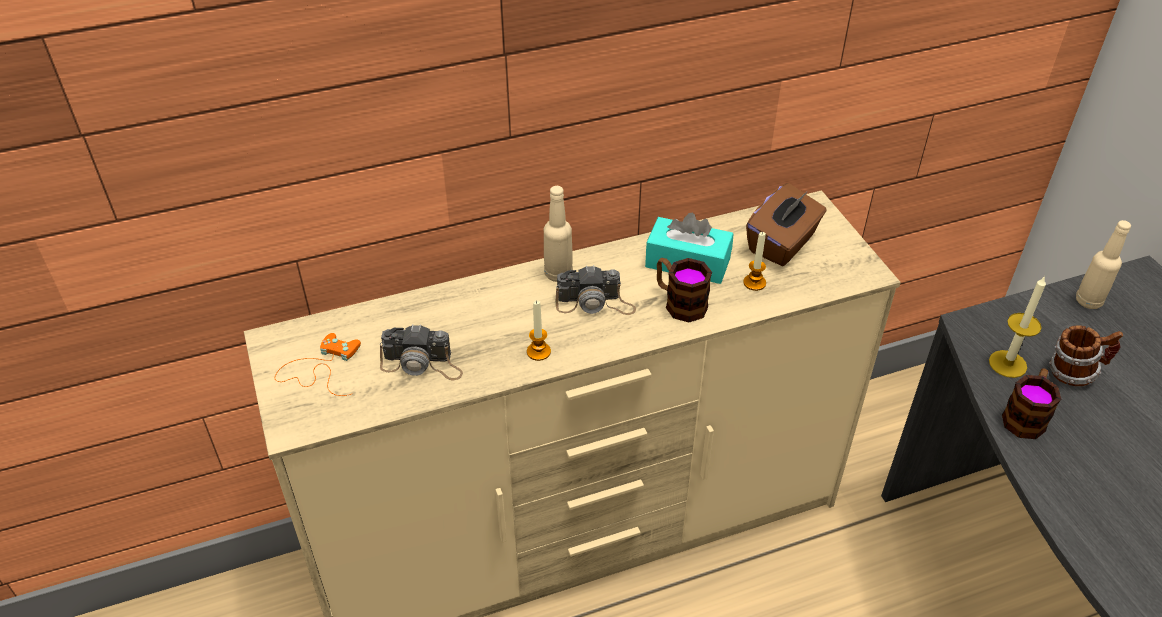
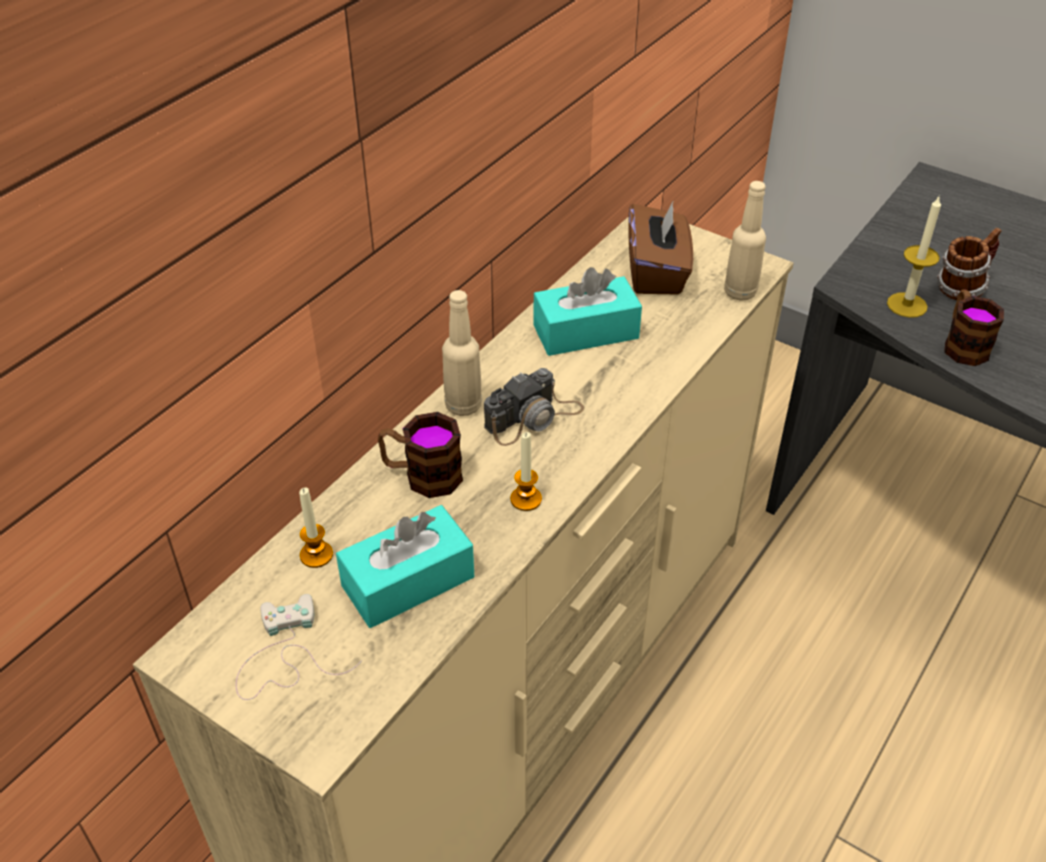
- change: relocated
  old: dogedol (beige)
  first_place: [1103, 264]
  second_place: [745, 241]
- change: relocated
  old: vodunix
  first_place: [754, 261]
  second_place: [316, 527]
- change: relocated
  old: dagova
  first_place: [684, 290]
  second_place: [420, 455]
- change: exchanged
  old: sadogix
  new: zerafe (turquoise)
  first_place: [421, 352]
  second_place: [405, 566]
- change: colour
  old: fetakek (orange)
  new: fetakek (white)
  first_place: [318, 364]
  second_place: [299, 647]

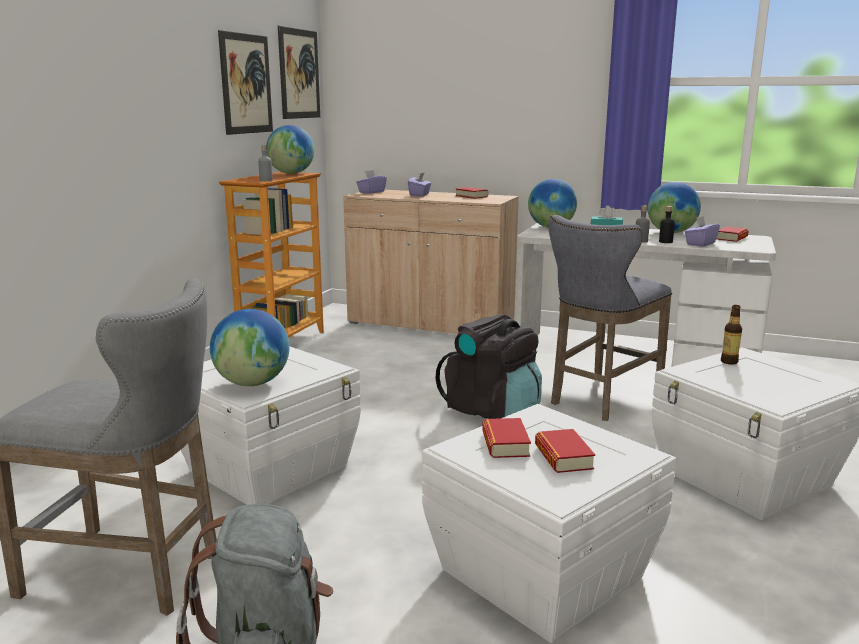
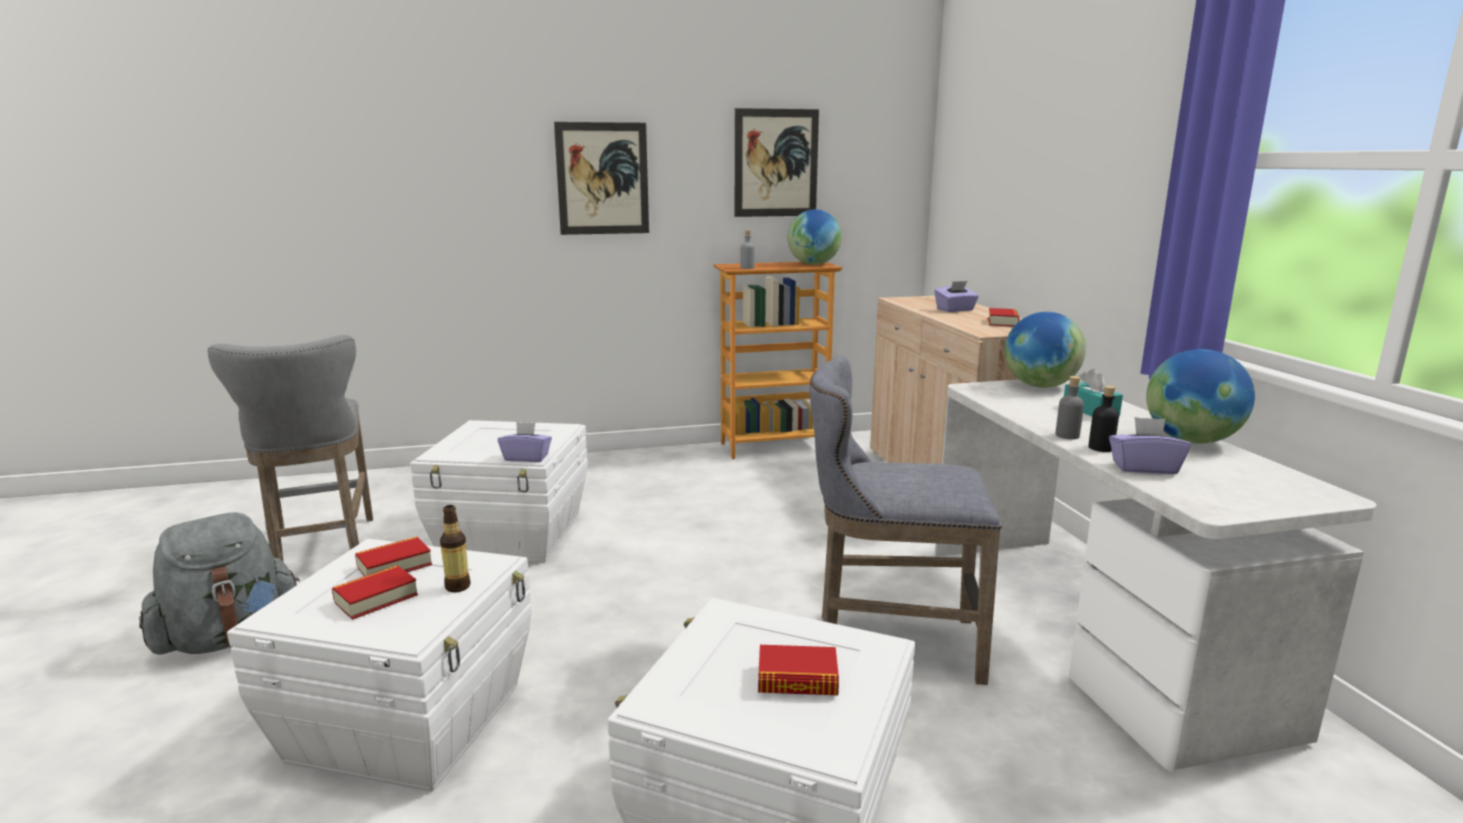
- change: relocated
  old: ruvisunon
  first_place: [299, 72]
  second_place: [601, 178]
- change: relocated
  old: zerafe (purple)
  first_place: [371, 182]
  second_place: [525, 442]
- change: relocated
  old: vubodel
  first_place: [732, 234]
  second_place: [798, 670]
- change: relocated
  old: dogedol
  first_place: [731, 335]
  second_place: [455, 548]
- change: missing
  old: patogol
  first_place: [249, 347]
- change: missing
  old: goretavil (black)
  first_place: [489, 366]

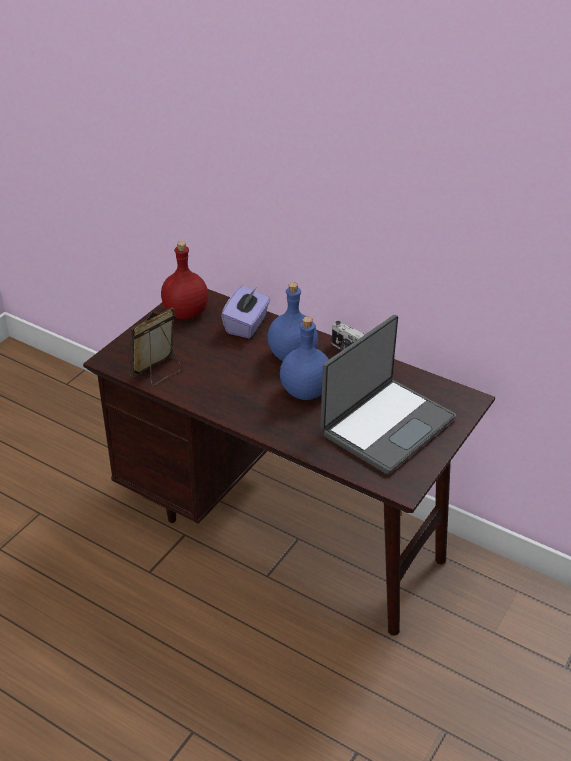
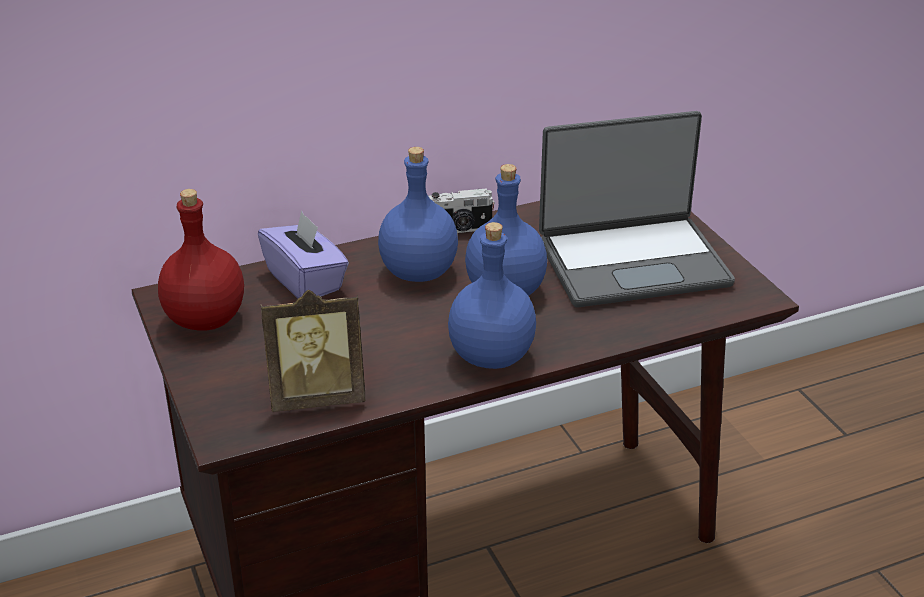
- change: spun
  old: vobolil
  first_place: [156, 347]
  second_place: [313, 351]
  degrees: -90
- change: spun
  old: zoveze
  first_place: [388, 395]
  second_place: [637, 209]
  degrees: 90
- change: appeared
  new: dogedol (blue)
  second_place: [492, 295]

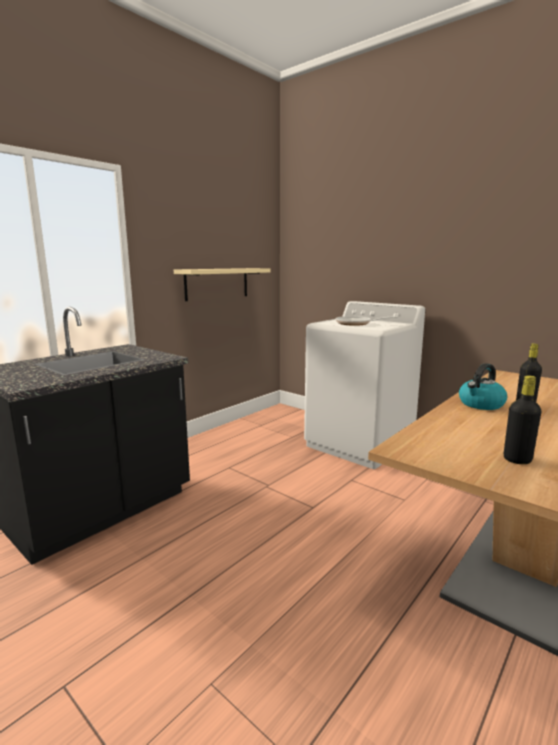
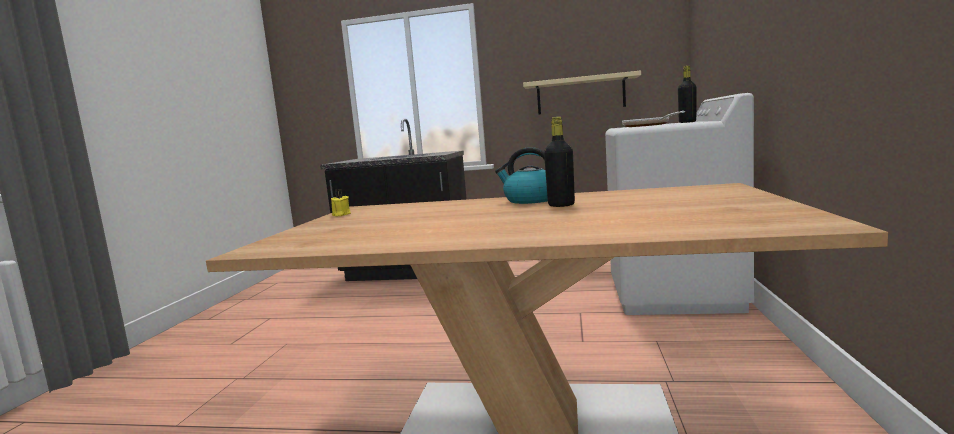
- change: relocated
  old: dogedol (black)
  first_place: [522, 419]
  second_place: [687, 94]
- change: appeared
  new: vodunix (yellow)
  second_place: [341, 203]

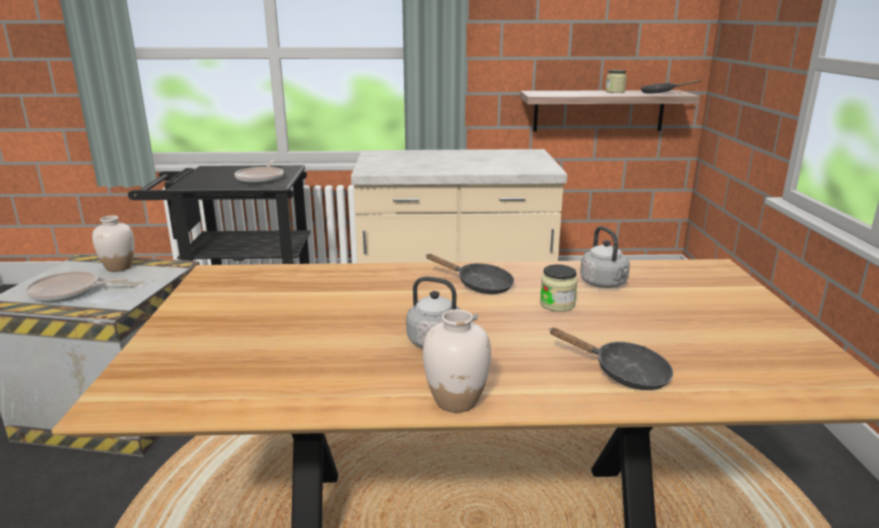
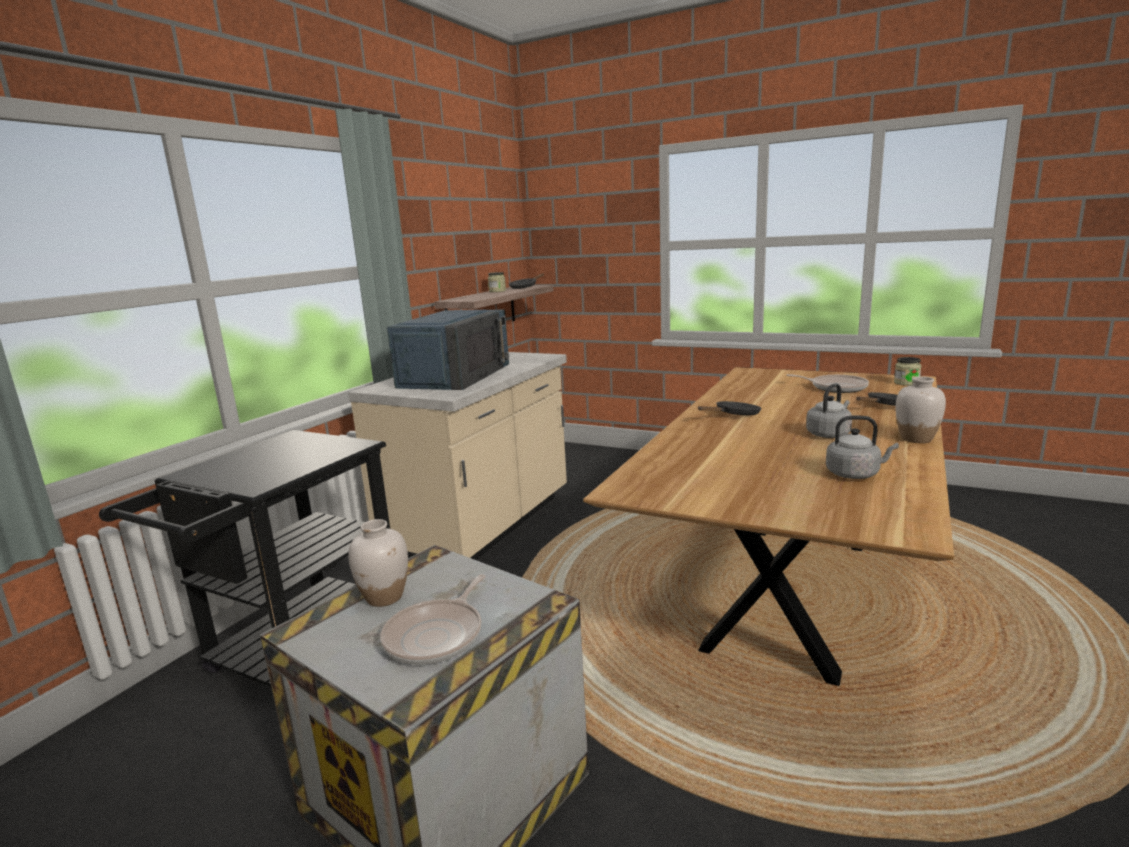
- change: relocated
  old: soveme
  first_place: [258, 171]
  second_place: [827, 383]
- change: relocated
  old: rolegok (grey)
  first_place: [605, 257]
  second_place: [862, 447]
- change: relocated
  old: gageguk
  first_place: [559, 288]
  second_place: [907, 371]
- change: appeared
  new: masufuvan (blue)
  second_place: [448, 350]

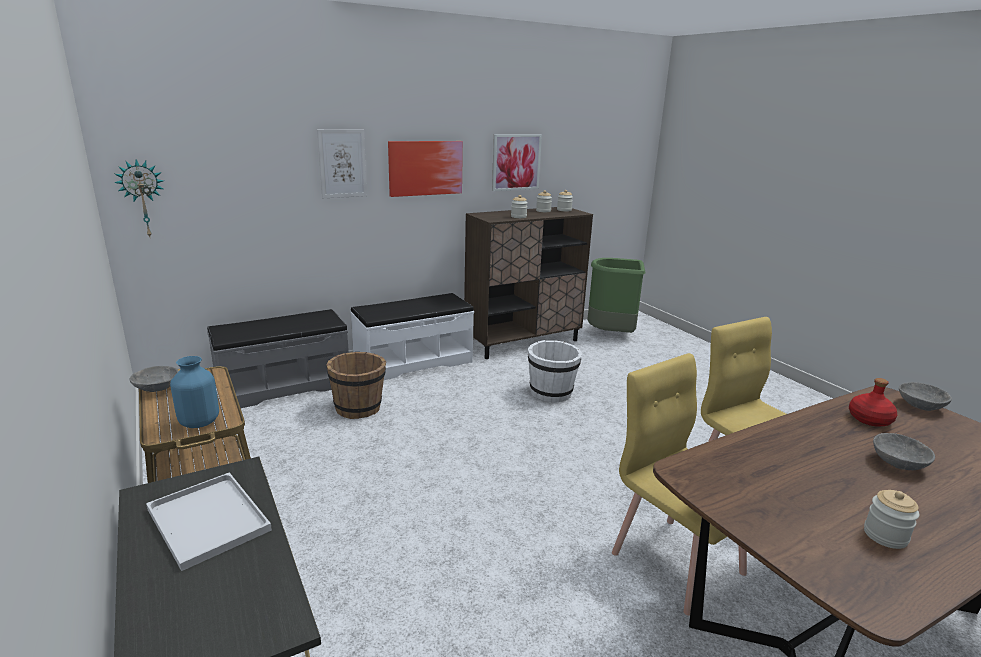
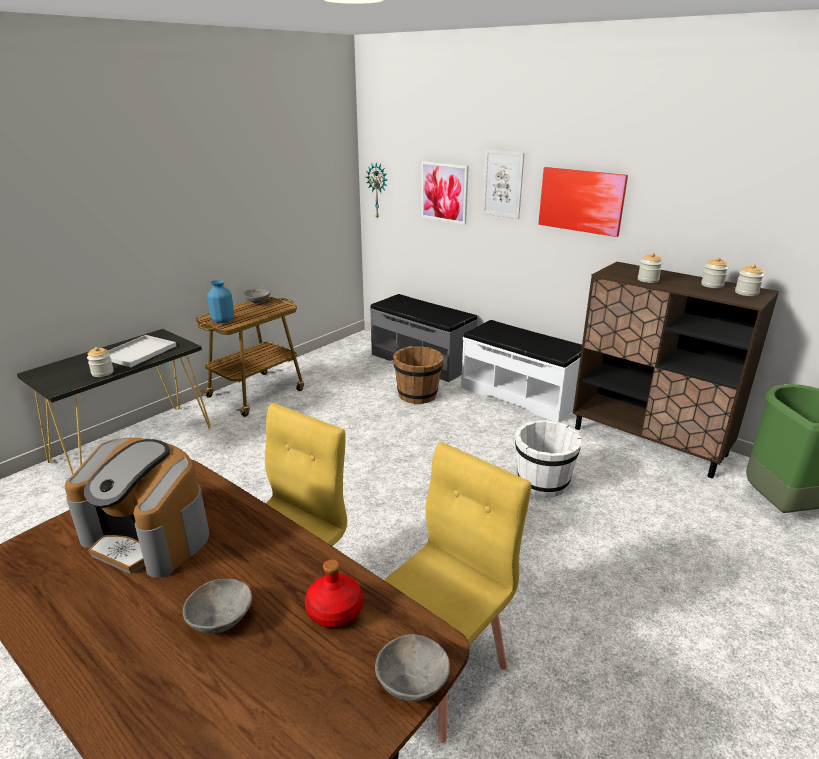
- change: relocated
  old: ruvisunon
  first_place: [517, 162]
  second_place: [445, 193]
- change: relocated
  old: gageguk
  first_place: [891, 519]
  second_place: [100, 362]
- change: appeared
  new: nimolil
  second_place: [137, 508]

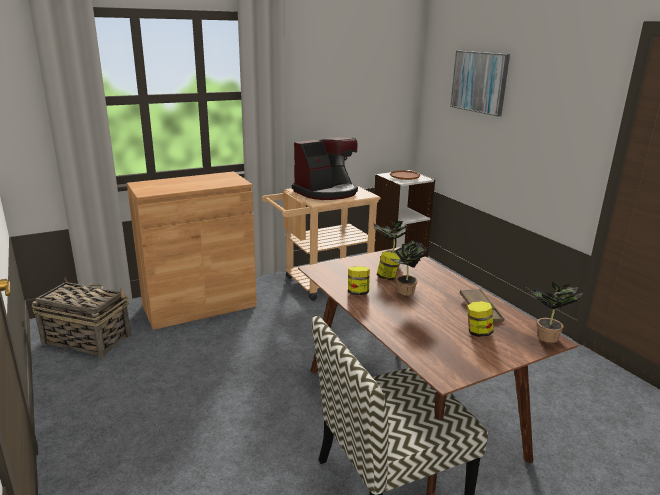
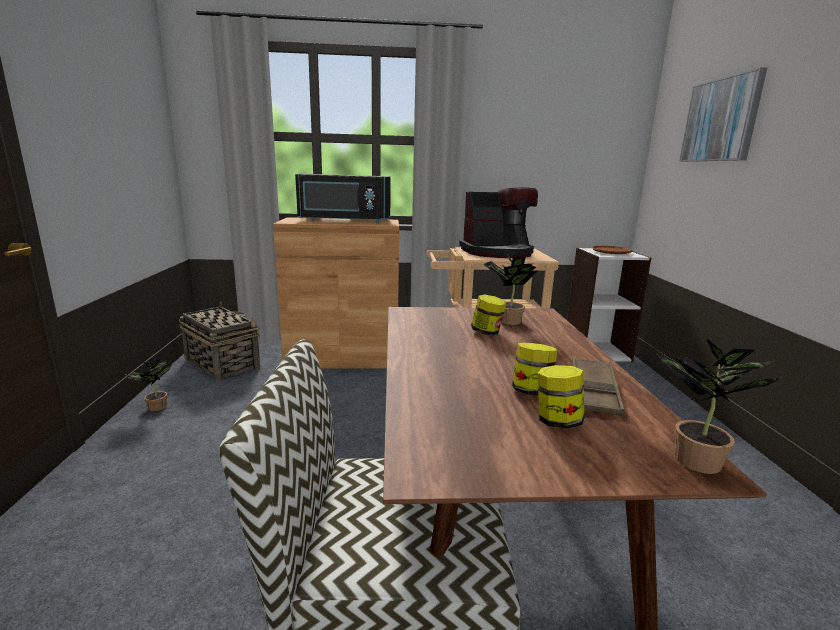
- change: relocated
  old: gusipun
  first_place: [409, 268]
  second_place: [148, 385]
- change: relocated
  old: gageguk
  first_place: [359, 280]
  second_place: [534, 369]
- change: appeared
  new: masufuvan (black)
  second_place: [343, 198]

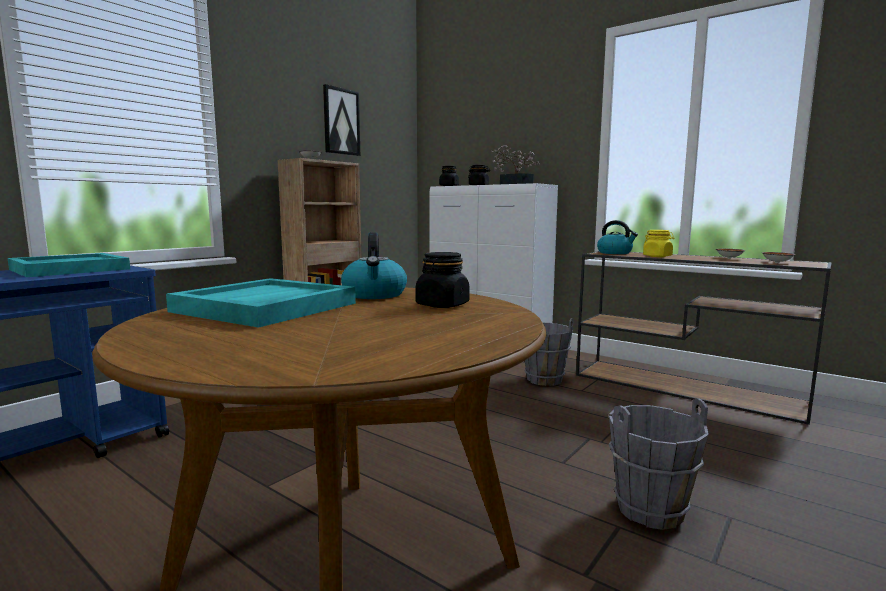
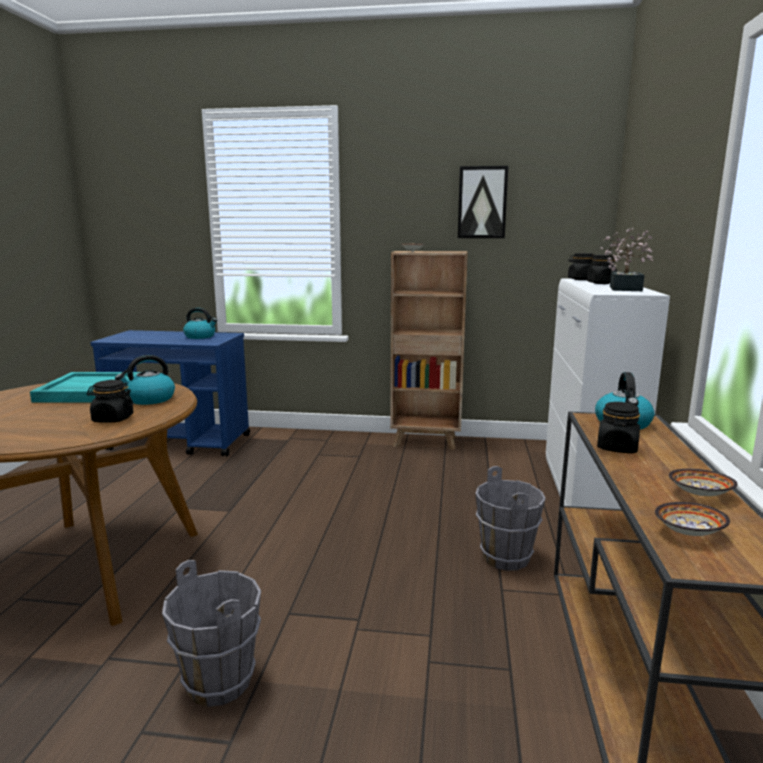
- change: colour
  old: gageguk (yellow)
  new: gageguk (black)
  first_place: [658, 243]
  second_place: [618, 427]
- change: exchanged
  old: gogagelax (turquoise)
  new: rolegok
  first_place: [69, 265]
  second_place: [200, 323]

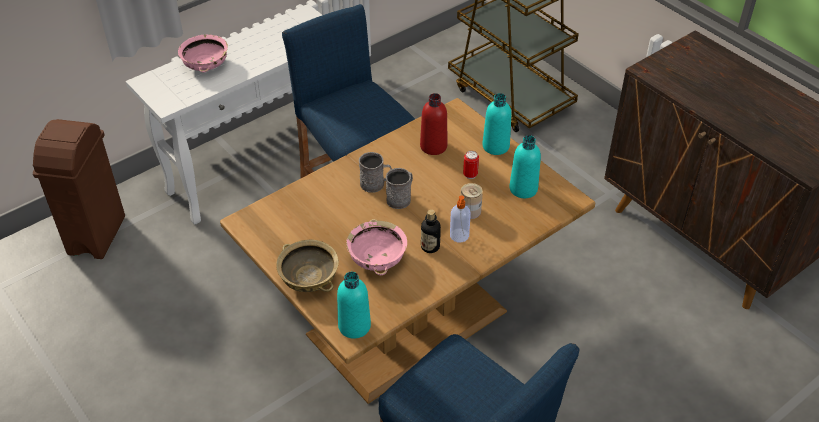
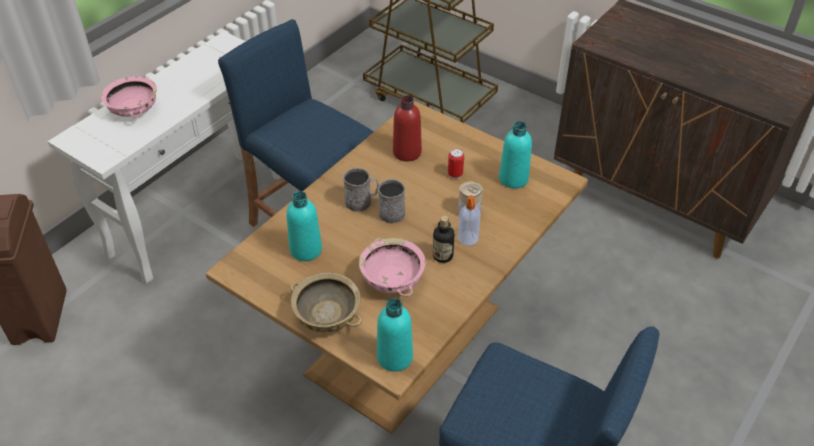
- change: relocated
  old: dogedol (turquoise)
  first_place: [496, 124]
  second_place: [304, 226]

